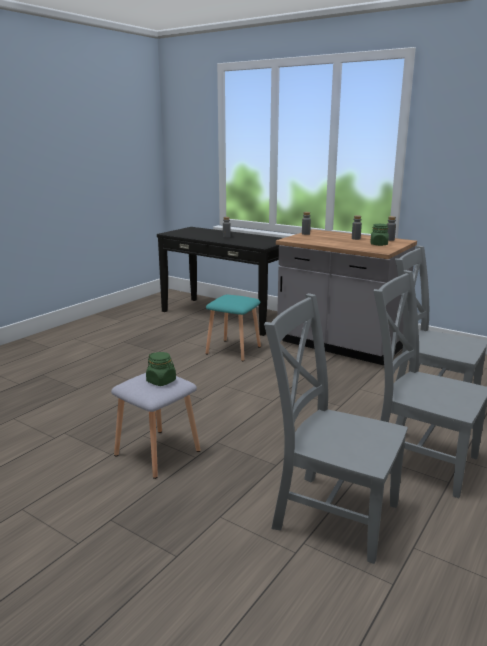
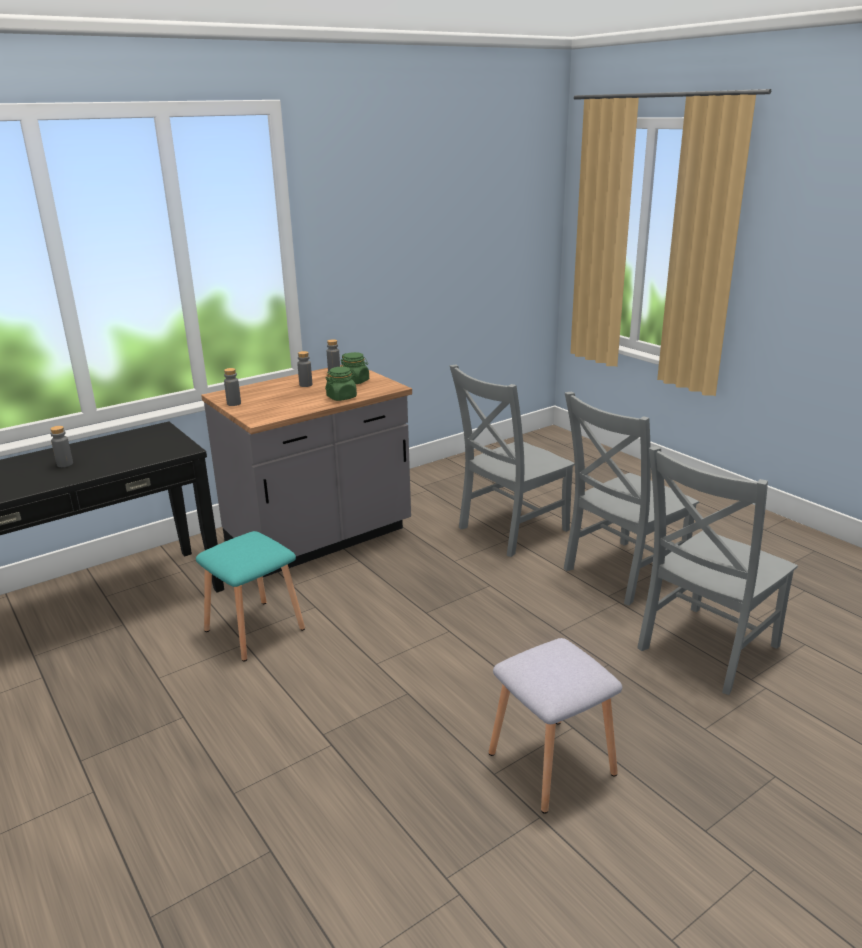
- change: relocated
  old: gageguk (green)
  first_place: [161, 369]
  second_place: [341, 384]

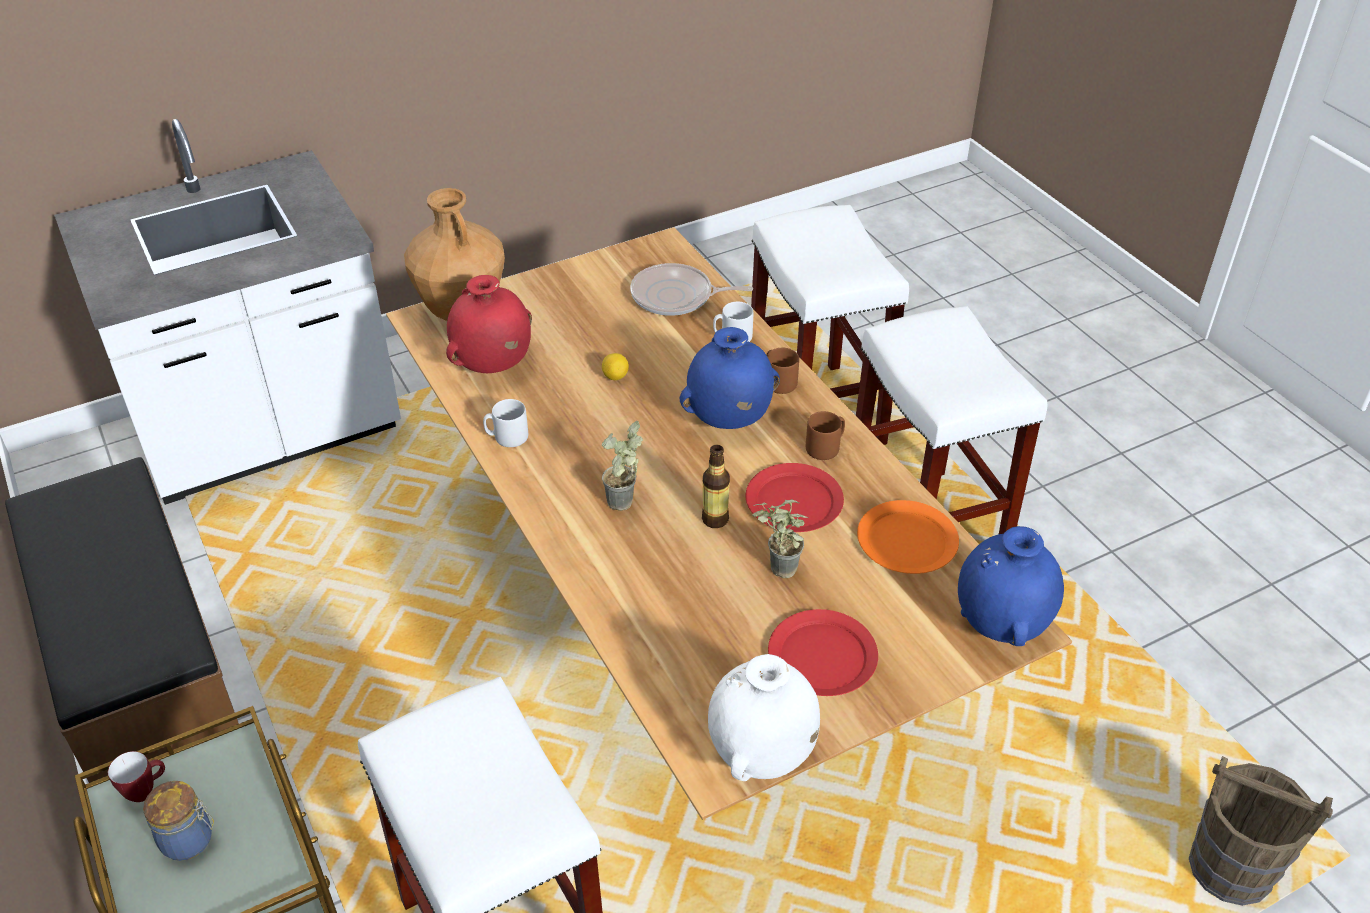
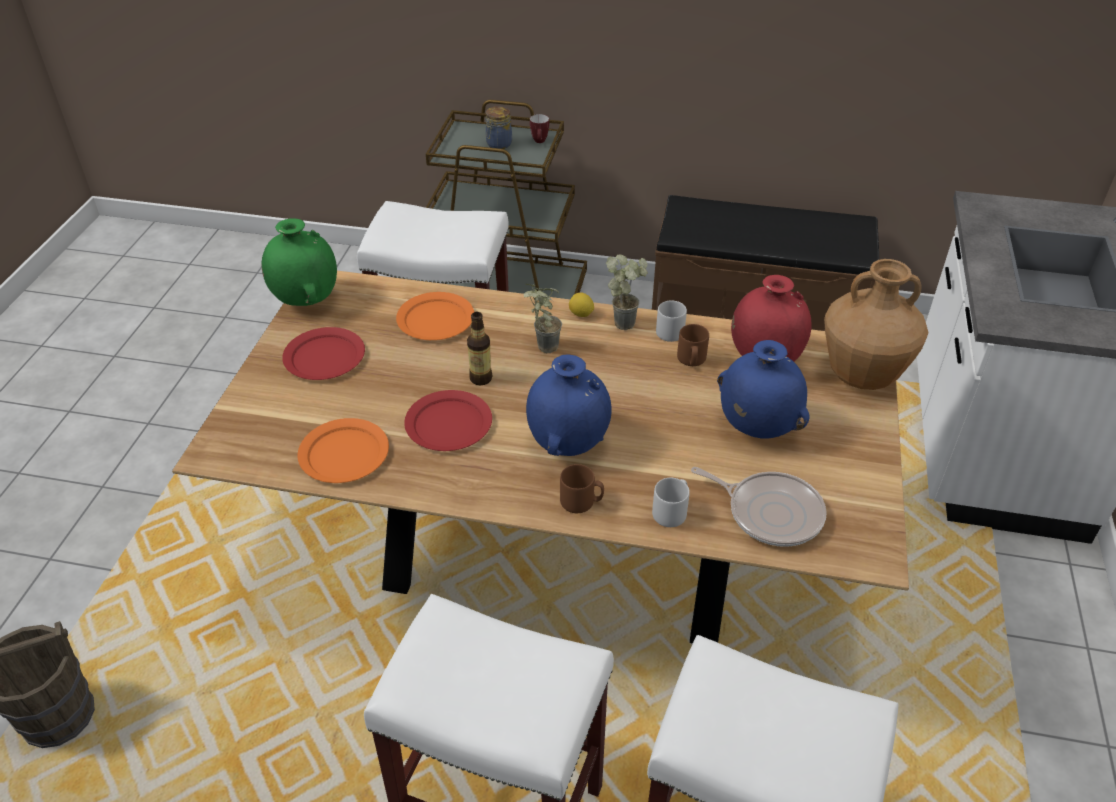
- change: spun
  old: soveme
  first_place: [691, 289]
  second_place: [759, 507]
  degrees: 75
- change: relocated
  old: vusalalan
  first_place: [615, 366]
  second_place: [581, 305]
- change: relocated
  old: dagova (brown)
  first_place: [825, 435]
  second_place: [693, 345]
- change: relocated
  old: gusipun
  first_place: [780, 538]
  second_place: [627, 292]
- change: relocated
  old: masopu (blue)
  first_place: [1011, 586]
  second_place: [763, 389]
- change: colour
  old: masopu (white)
  new: masopu (green)
  first_place: [764, 717]
  second_place: [299, 262]
- change: appeared
  new: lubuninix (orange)
  second_place: [435, 316]

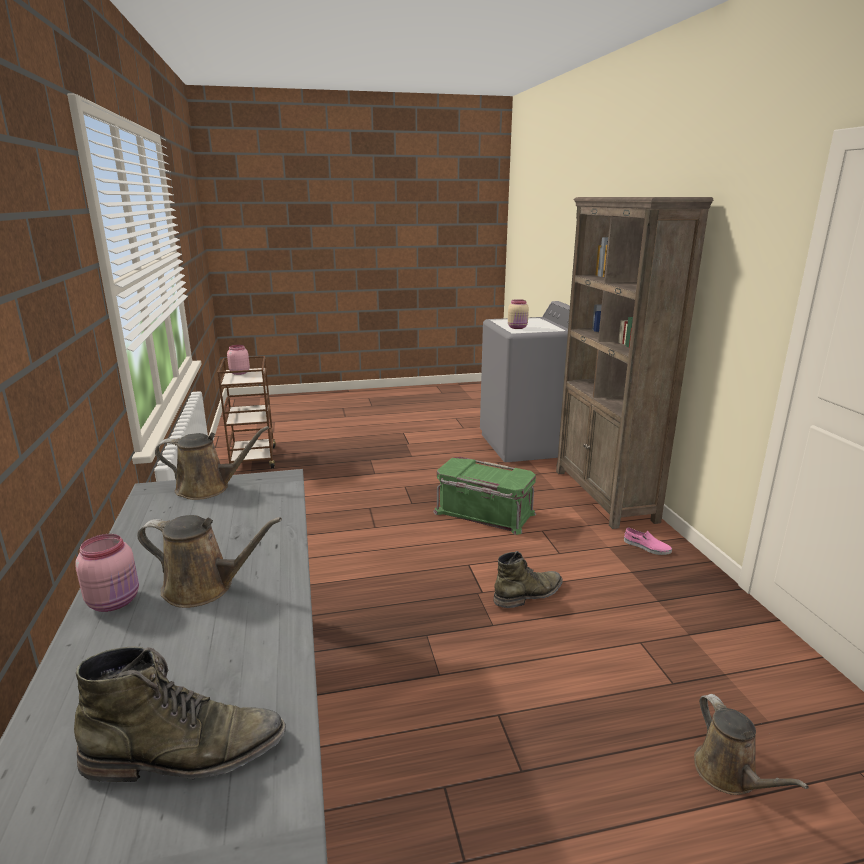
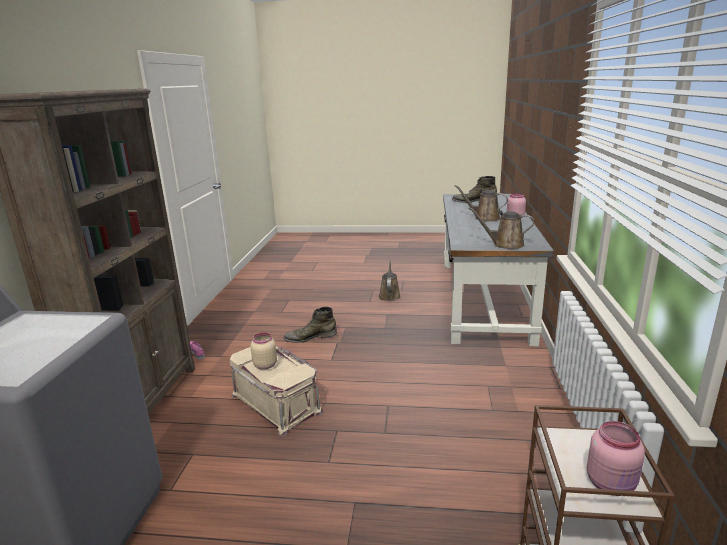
- change: relocated
  old: gageguk (beige)
  first_place: [518, 314]
  second_place: [263, 351]
- change: colour
  old: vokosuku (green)
  new: vokosuku (beige)
  first_place: [484, 496]
  second_place: [276, 391]
- change: relocated
  old: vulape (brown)
  first_place: [751, 744]
  second_place: [389, 280]

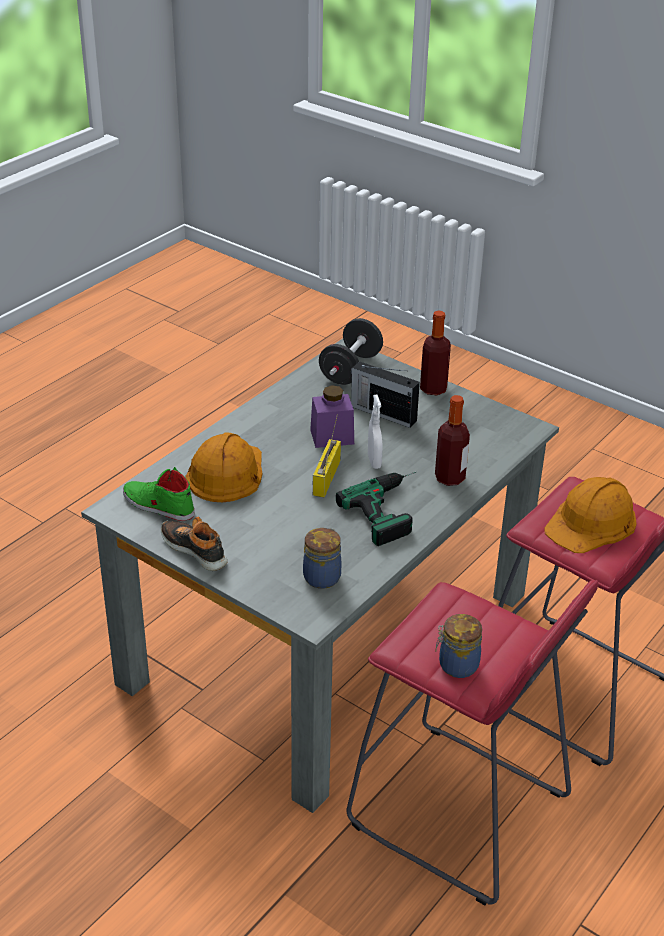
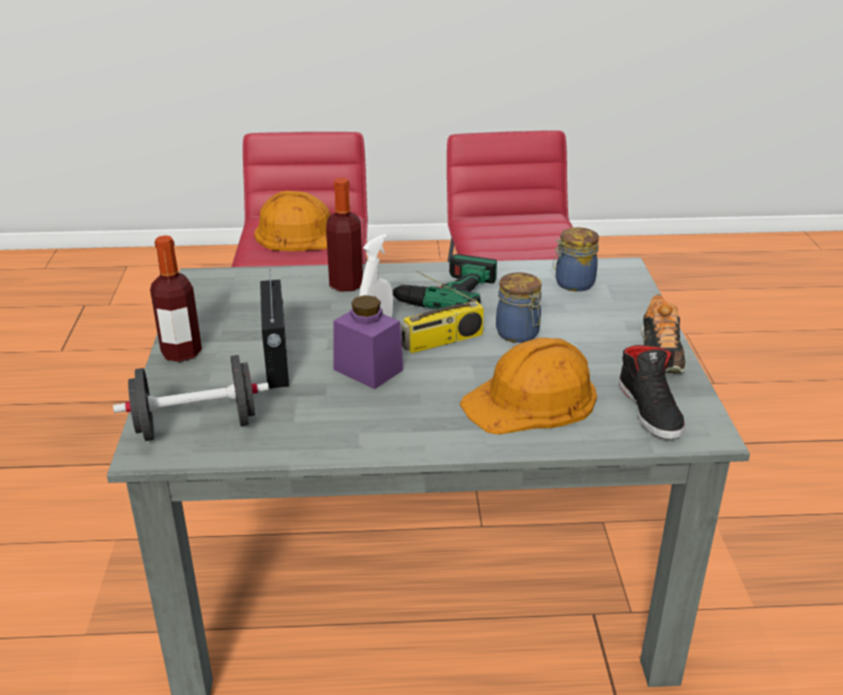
- change: colour
  old: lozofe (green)
  new: lozofe (black)
  first_place: [159, 494]
  second_place: [652, 392]
- change: relocated
  old: gageguk
  first_place: [458, 646]
  second_place: [519, 307]

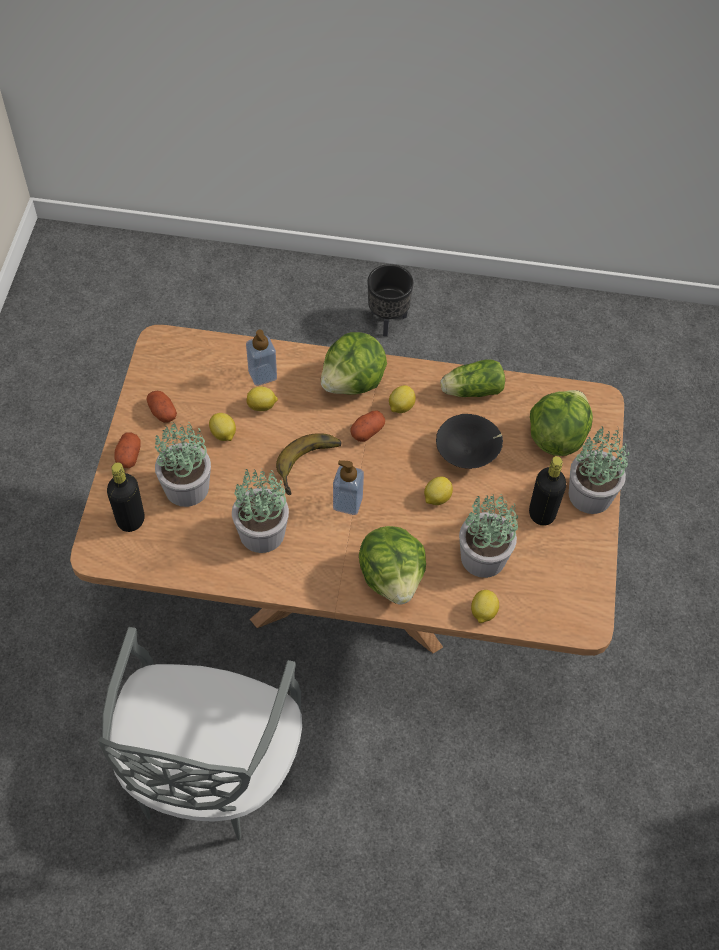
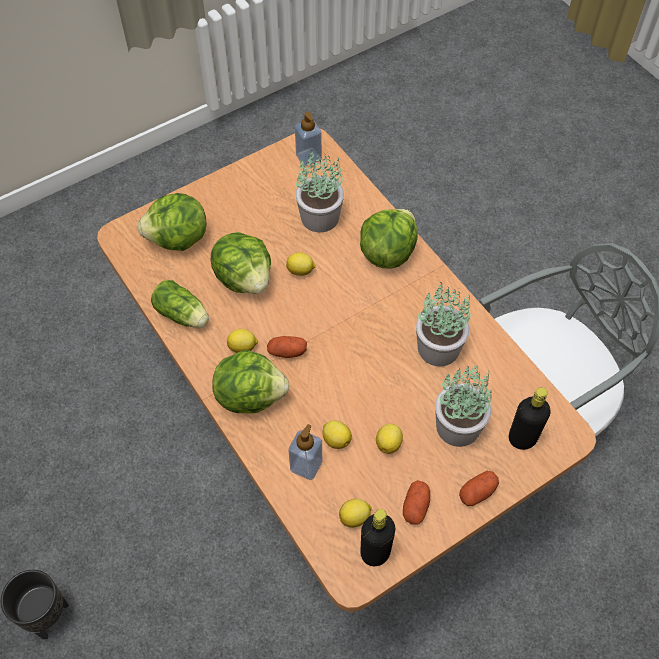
- change: exchanged
  old: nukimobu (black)
  new: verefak
  first_place: [469, 441]
  second_place: [241, 263]
- change: missing
  old: gusipun
  first_place: [599, 470]
- change: missing
  old: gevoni
  first_place: [309, 464]
- change: relocated
  old: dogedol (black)
  first_place: [547, 491]
  second_place: [377, 537]
- change: relocated
  old: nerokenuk
  first_place: [348, 487]
  second_place: [308, 139]
- change: relocated
  old: vusalalan
  first_place: [485, 606]
  second_place: [355, 513]

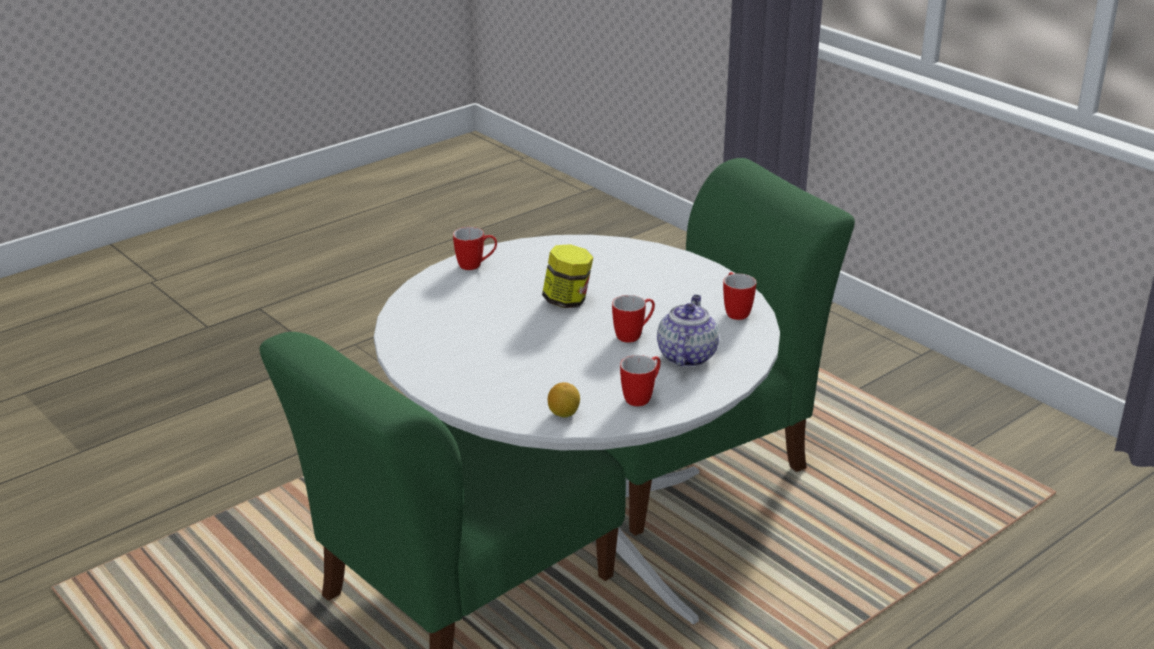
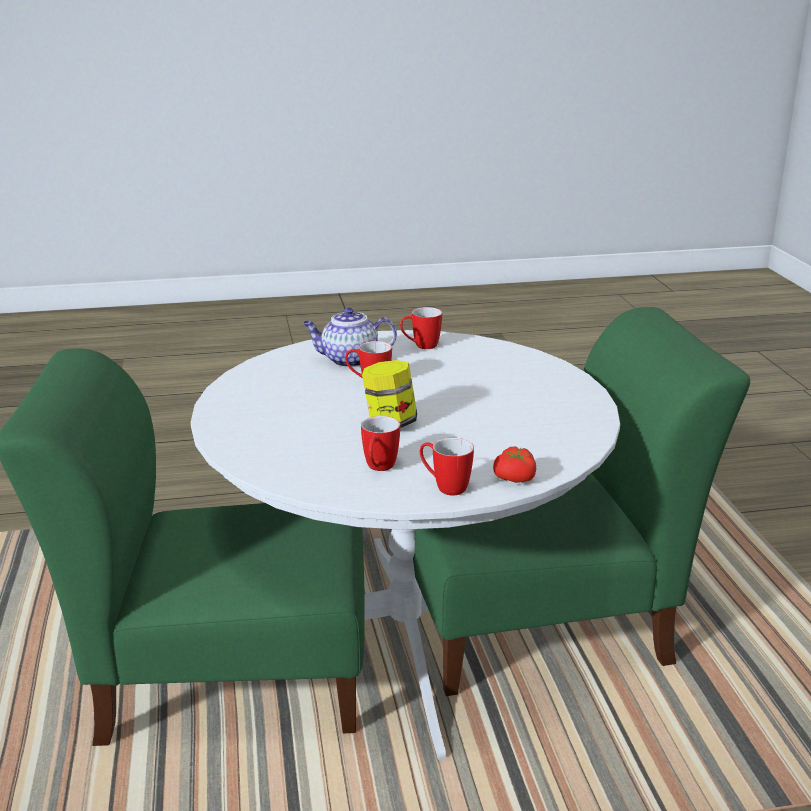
- change: relocated
  old: dagova
  first_place: [739, 296]
  second_place: [380, 443]
- change: spun
  old: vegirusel
  first_place: [688, 331]
  second_place: [349, 338]
  degrees: 45
- change: missing
  old: vusalalan
  first_place: [564, 399]
- change: appeared
  new: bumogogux
  second_place: [514, 464]

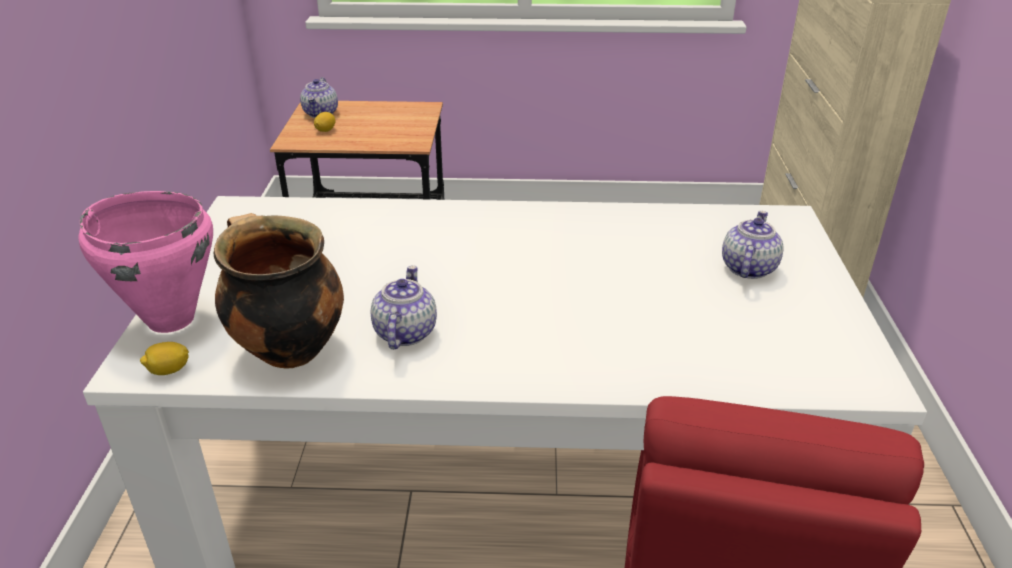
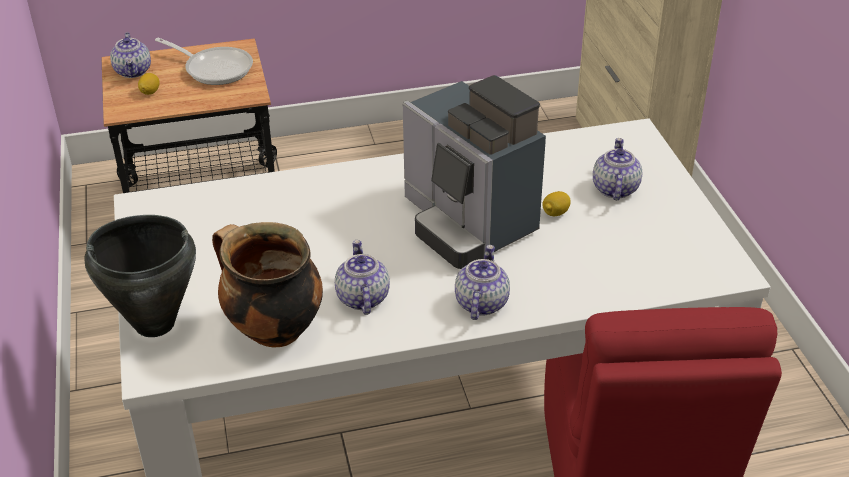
- change: colour
  old: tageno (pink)
  new: tageno (black)
  first_place: [145, 262]
  second_place: [140, 276]
- change: relocated
  old: vusalalan
  first_place: [164, 358]
  second_place: [556, 203]
- change: appeared
  new: soveme
  second_place: [204, 61]
- change: appeared
  new: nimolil
  second_place: [474, 172]
- change: appeared
  new: vegirusel
  second_place: [482, 282]

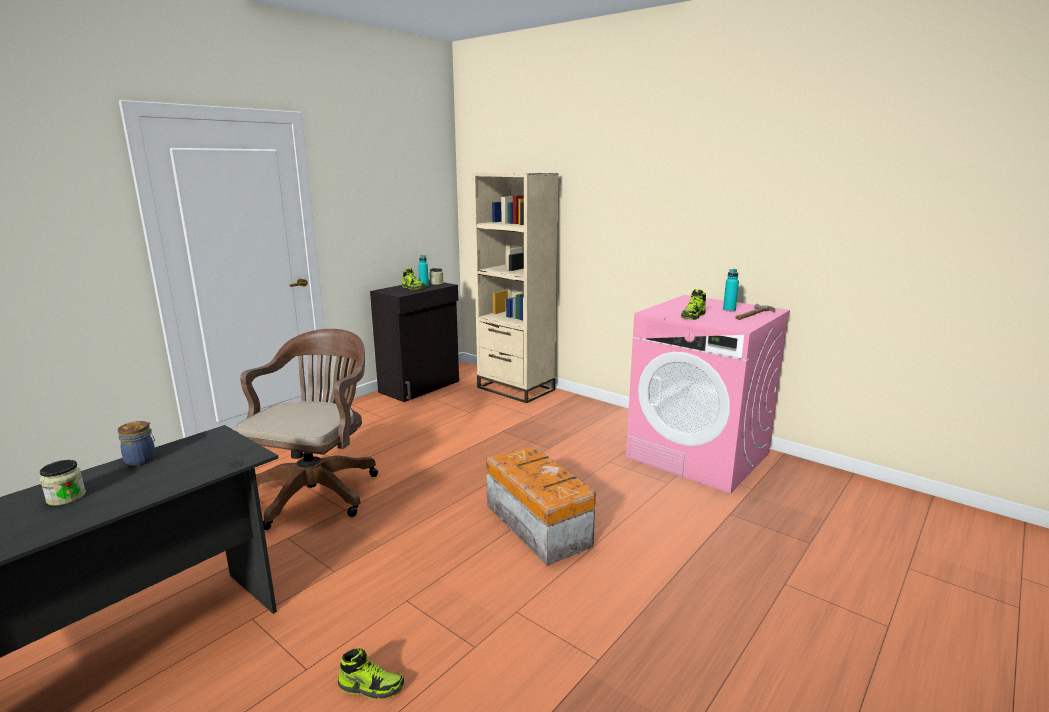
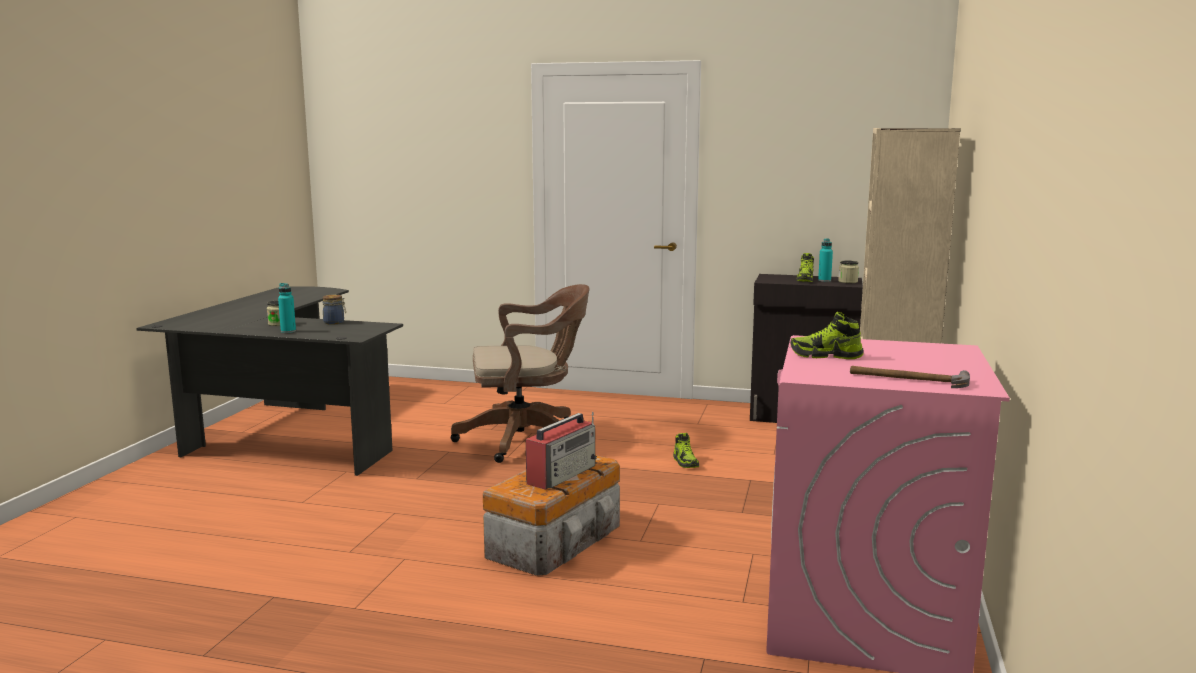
- change: relocated
  old: dogedol (turquoise)
  first_place: [731, 290]
  second_place: [287, 308]
- change: relocated
  old: lozofe
  first_place: [371, 674]
  second_place: [686, 450]
- change: appeared
  new: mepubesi
  second_place: [561, 451]

